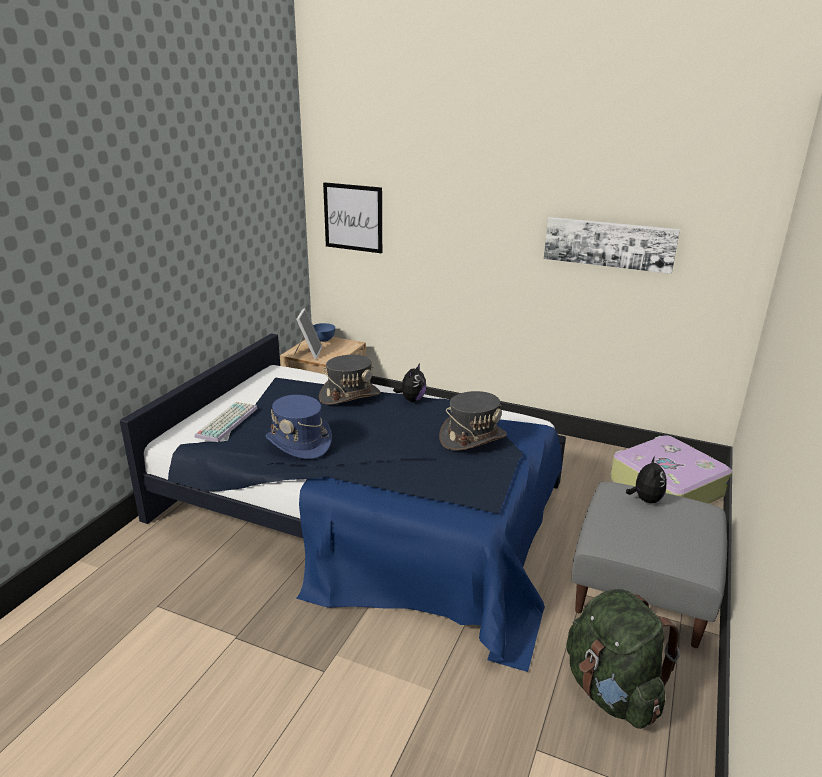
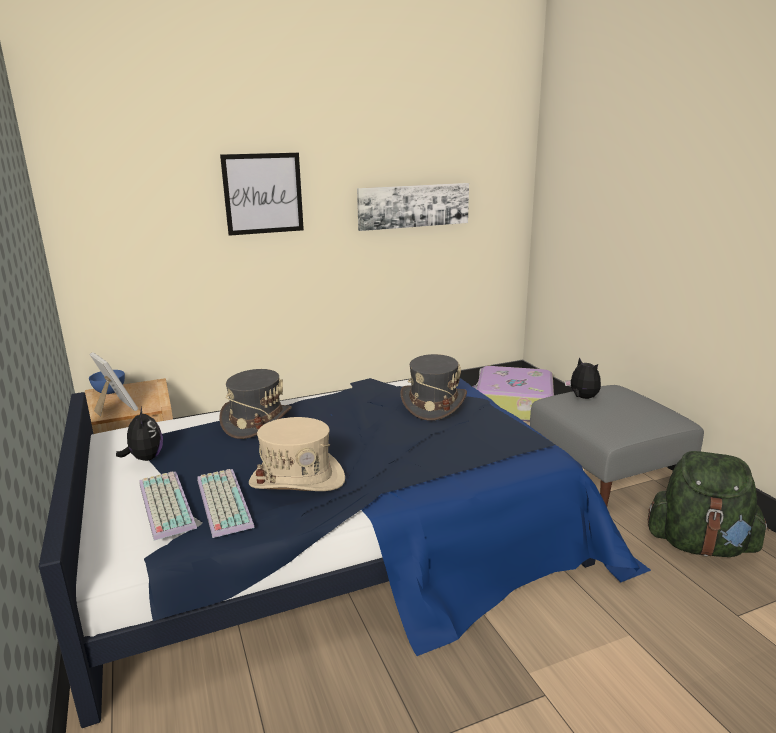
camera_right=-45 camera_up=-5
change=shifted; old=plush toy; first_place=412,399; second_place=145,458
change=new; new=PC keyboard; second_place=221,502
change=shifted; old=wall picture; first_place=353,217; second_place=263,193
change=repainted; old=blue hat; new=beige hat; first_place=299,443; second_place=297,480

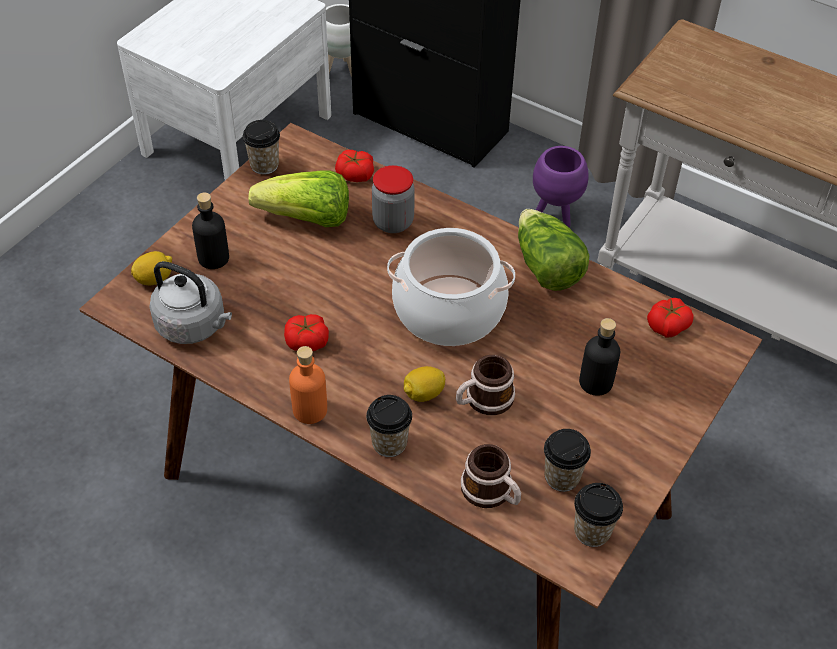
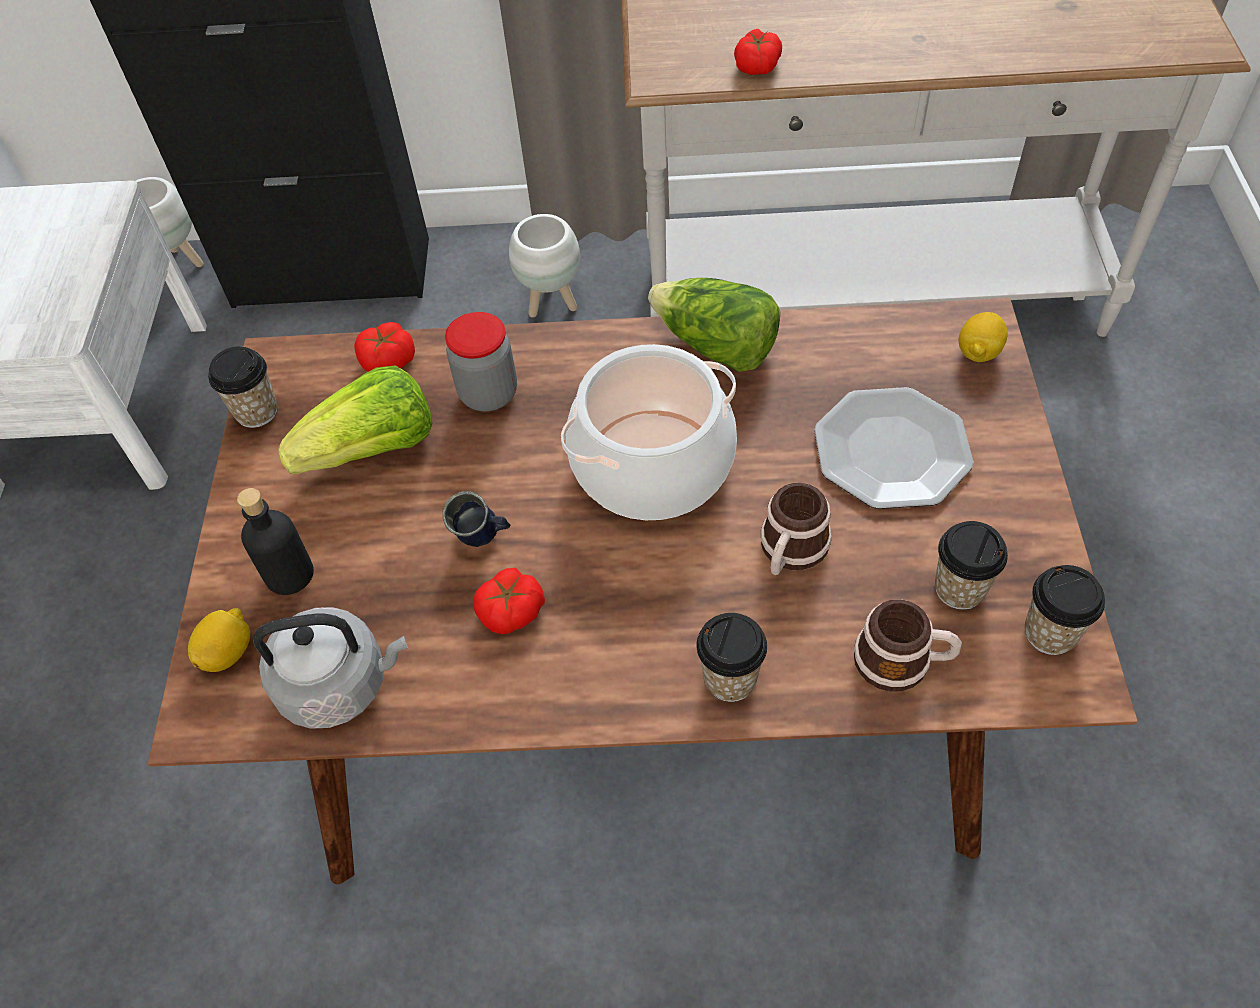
camera_right=-30 camera_up=5
change=new; new=blue mug; second_place=483,539
change=repainted; old=purple plant pot; new=white-coloured plant pot; first_place=554,215; second_place=551,304
change=shifted; old=fresh tomato; first_place=667,325; second_place=757,65
change=swapped; old=blackish beverage bottle; new=flat dish; first_place=596,382; second_place=892,450
change=shifted; old=whole lemon; first_place=423,394; second_place=978,352
change=gone; old=orange-coloured beverage bottle; first_place=310,410

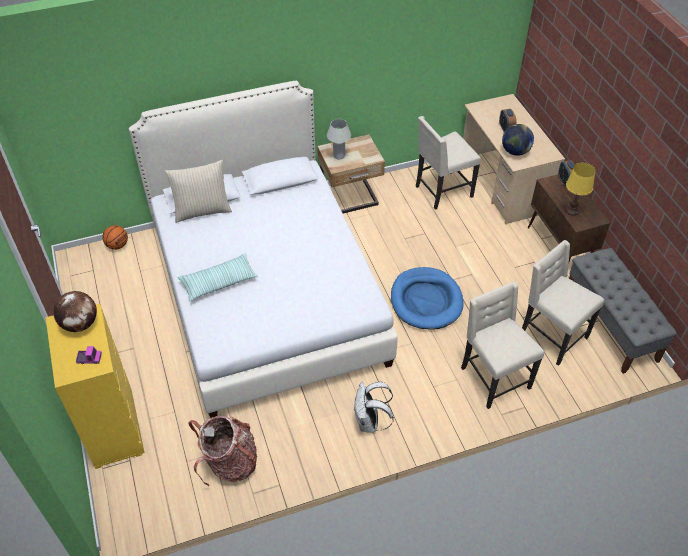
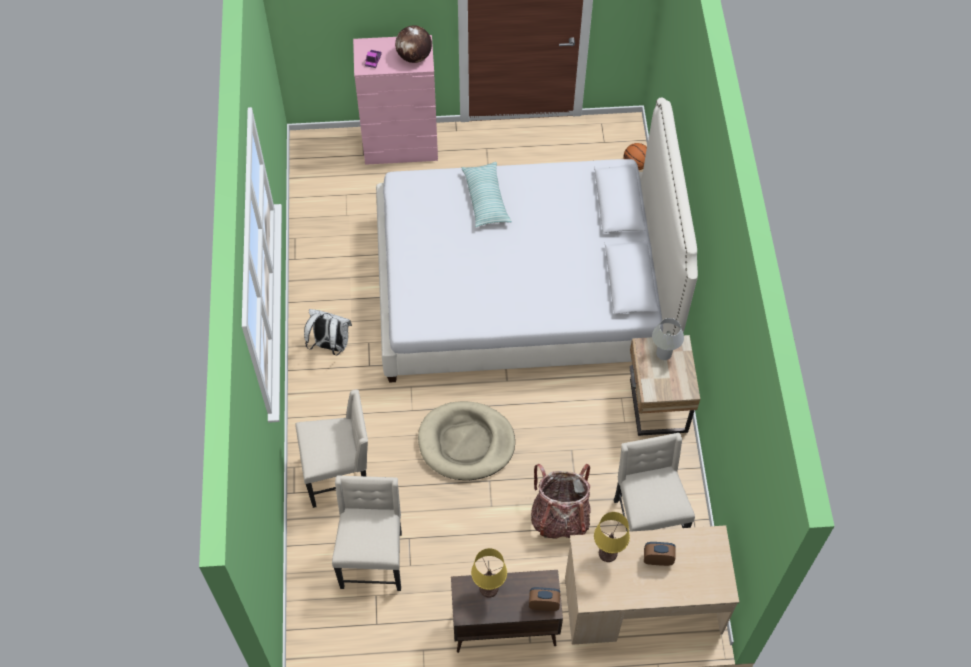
camera_right=105 camera_up=10
change=rotated; old=beige plain chair; first_place=551,336; second_place=373,559; degrees=-60
change=repainted; old=yellow-coloured chest of drawers; new=pinkish chest of drawers; first_place=114,427; second_place=401,146
change=repainted; old=blue dog cushion; new=beige dog cushion; first_place=426,300; second_place=466,443
change=shifted; old=rucksack; first_place=230,463; second_place=560,517
change=swapped; old=globe; new=yellow-coloured tabletop lamp; first_place=515,151; second_place=607,553
change=gone; old=beige cushion; first_place=202,210
change=gone; old=greyish long seat; first_place=610,325

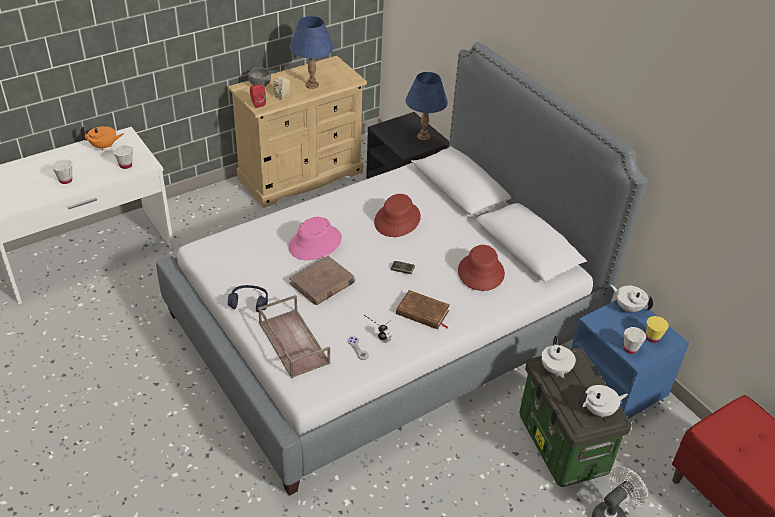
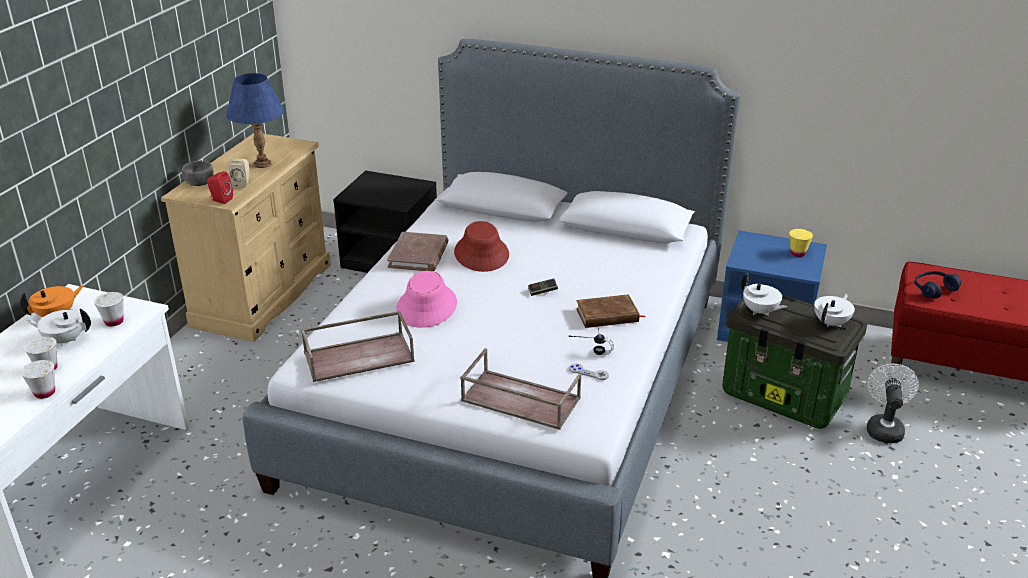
camera_right=-35 camera_up=-10
change=shifted; old=white-coloured cup; first_place=630,349; second_place=44,393
change=shifted; old=white-coloured pot for tea; first_place=628,307; second_place=65,340
change=new; new=brownish carrying tray; second_place=359,356
change=shifted; old=brownish book; first_place=322,283; second_place=418,255
change=shifted; old=blue headphones; first_place=249,302; second_place=934,289
change=gone; old=blue tabletop lamp; first_place=424,136
change=gone; old=reddish hat; first_place=480,272

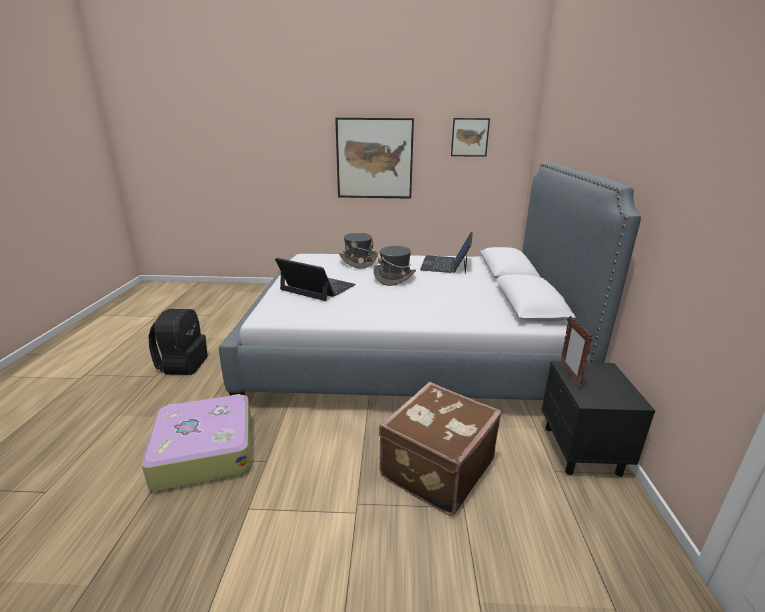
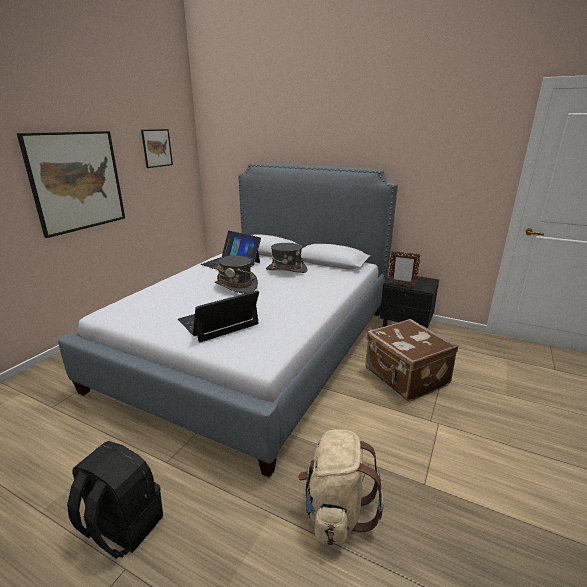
camera_right=-65 camera_up=0
change=shifted; old=greyish hat; first_place=358,261; second_place=286,269
change=swapped; old=travel case; new=beige rucksack; first_place=204,451; second_place=335,511

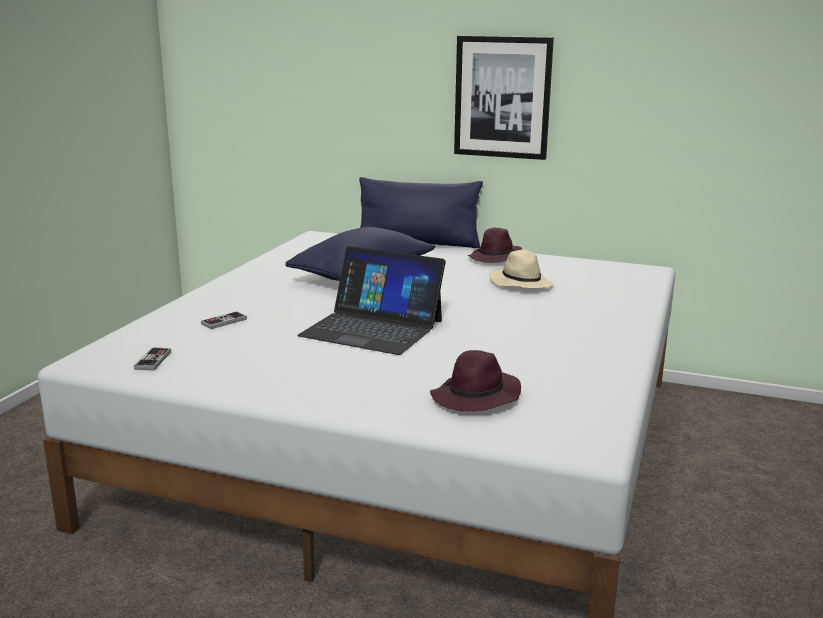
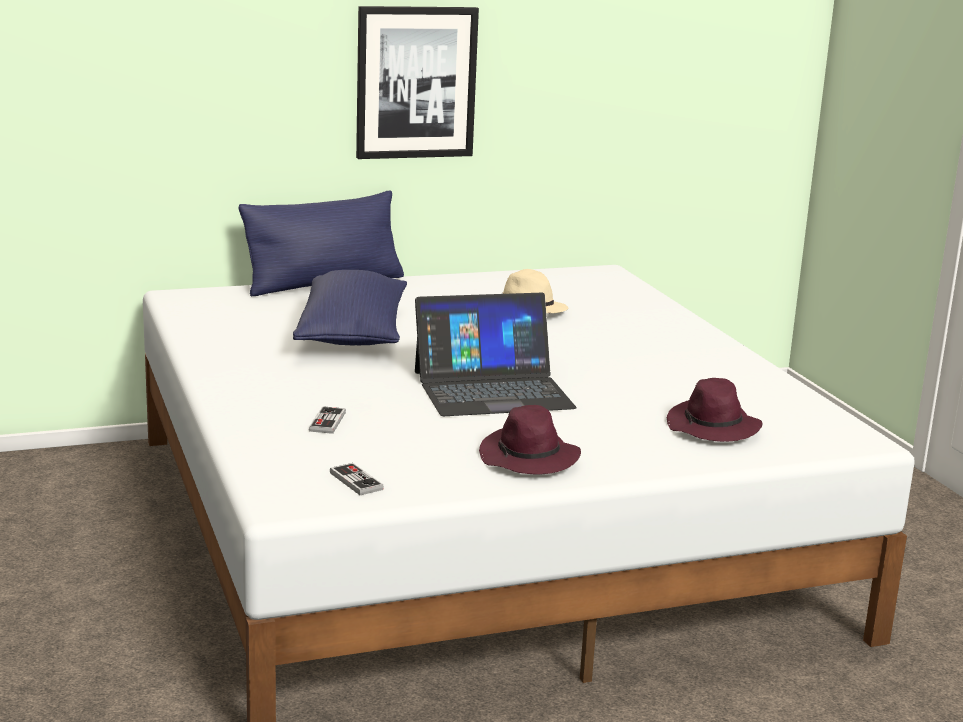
camera_right=-40 camera_up=0
change=shifted; old=purple hat; first_place=496,258; second_place=529,458

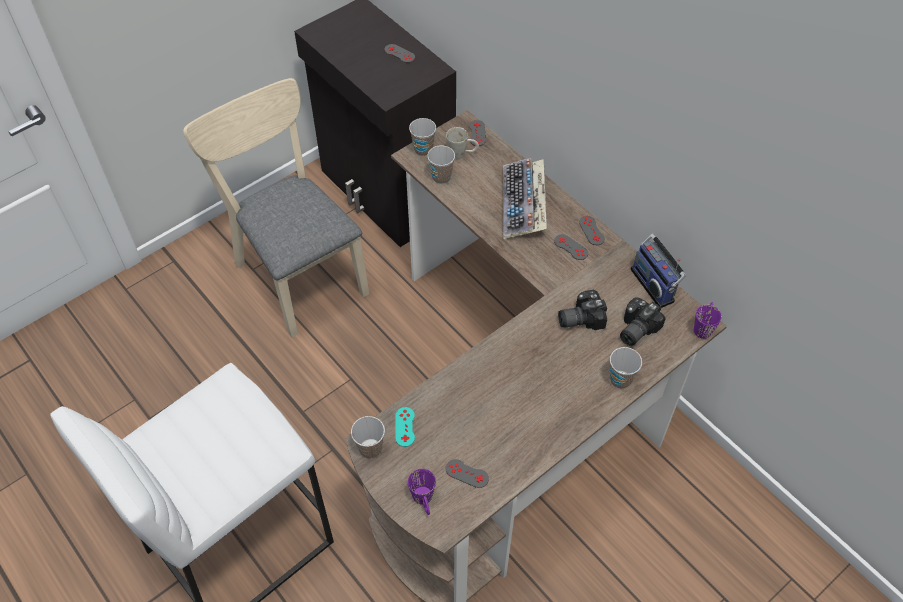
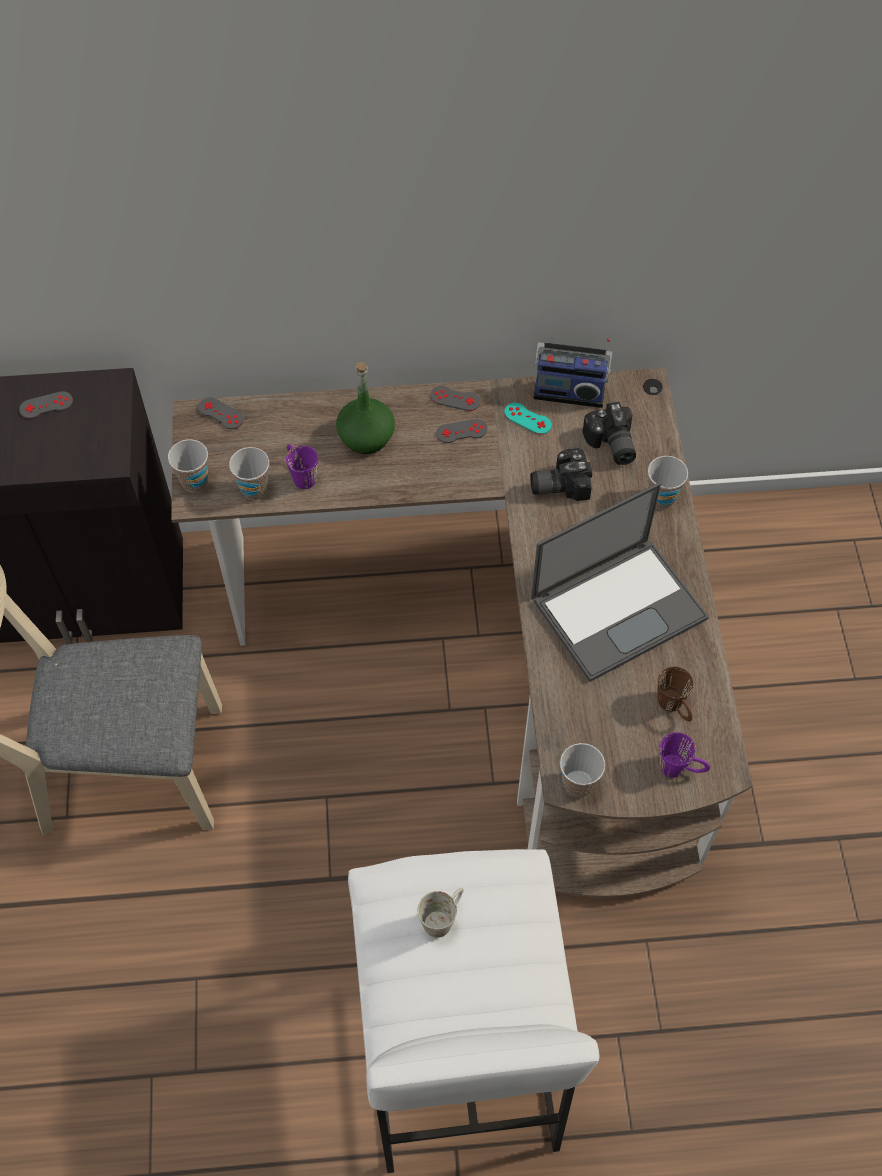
camera_right=-55 camera_up=5
change=shifted; old=purple mug; first_place=703,326; second_place=300,474
change=swapped; old=PC keyboard; new=greenish beverage bottle; first_place=523,205; second_place=366,436
change=shifted; old=white-coloured mug; first_place=462,153; second_place=443,916
change=shifted; old=blue-green gamepad; first_place=405,427; second_place=527,418
change=rotated; old=still camera; first_place=579,317; second_place=558,483; degrees=60
change=new; new=laptop; second_place=619,607
change=swapped; old=greyish gamepad; new=brownish mug; first_place=467,473; second_place=674,707

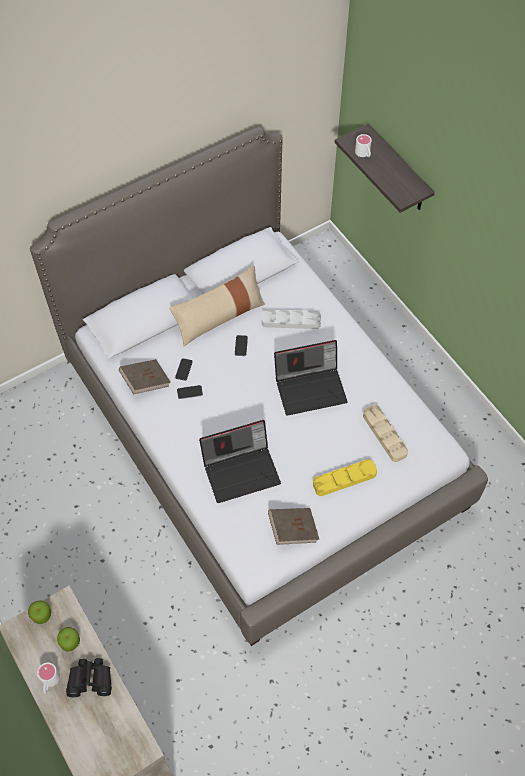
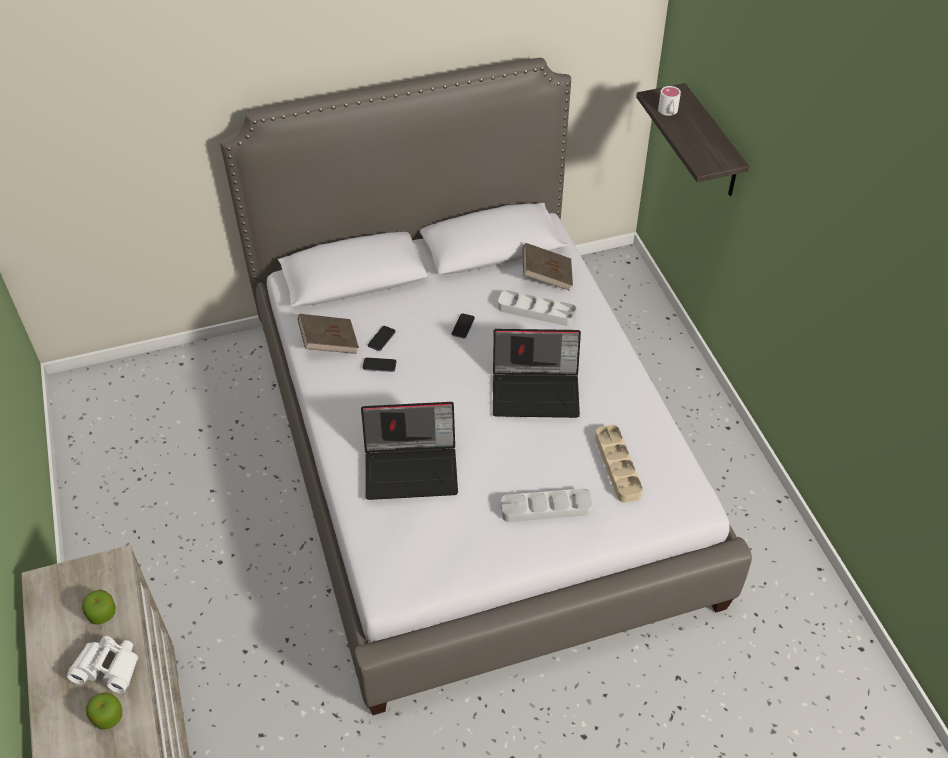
camera_right=15 camera_up=-10
change=repainted; old=blackish pair of binoculars; new=white-coloured pair of binoculars; first_place=90,680; second_place=108,668
change=shifted; old=apple; first_place=41,615; second_place=108,717
change=repainted; old=yellow-coloured carrying tray; new=greyish carrying tray; first_place=344,479; second_place=546,508
change=shifted; old=brownish book; first_place=293,530; second_place=546,276
change=gone; old=white-coloured mug; first_place=49,682
change=gone; old=beige cushion; first_place=219,317

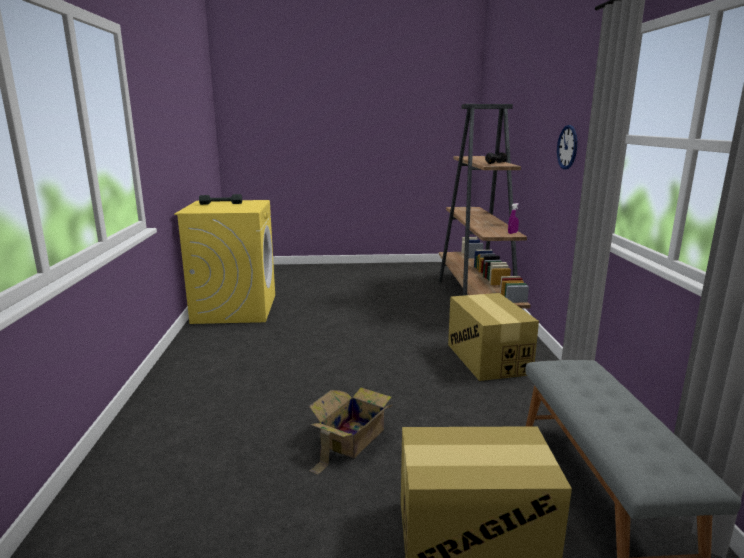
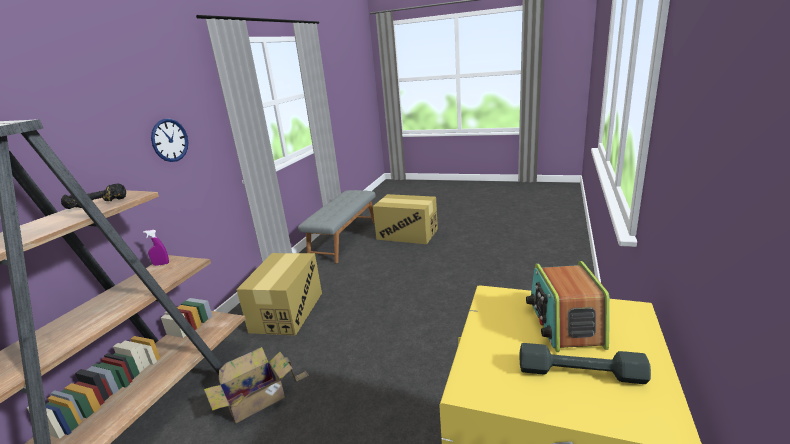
camera_right=-155 camera_up=5
change=shifted; old=carton; first_place=350,439; second_place=258,399
change=new; new=radio receiver; second_place=564,324

